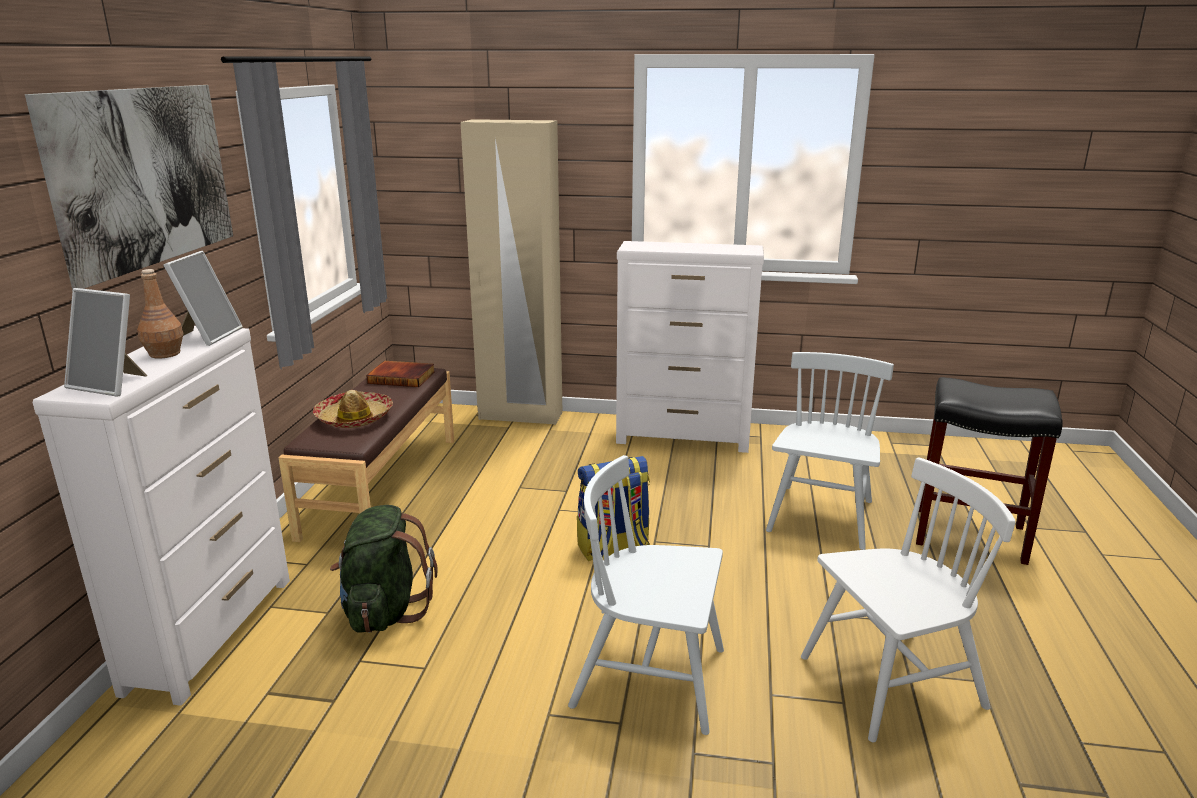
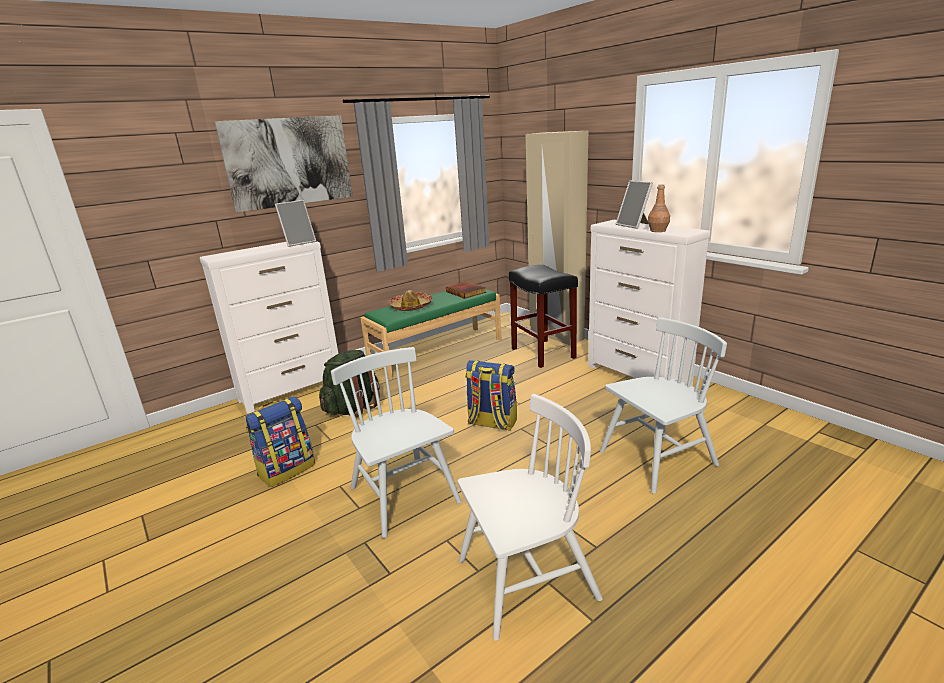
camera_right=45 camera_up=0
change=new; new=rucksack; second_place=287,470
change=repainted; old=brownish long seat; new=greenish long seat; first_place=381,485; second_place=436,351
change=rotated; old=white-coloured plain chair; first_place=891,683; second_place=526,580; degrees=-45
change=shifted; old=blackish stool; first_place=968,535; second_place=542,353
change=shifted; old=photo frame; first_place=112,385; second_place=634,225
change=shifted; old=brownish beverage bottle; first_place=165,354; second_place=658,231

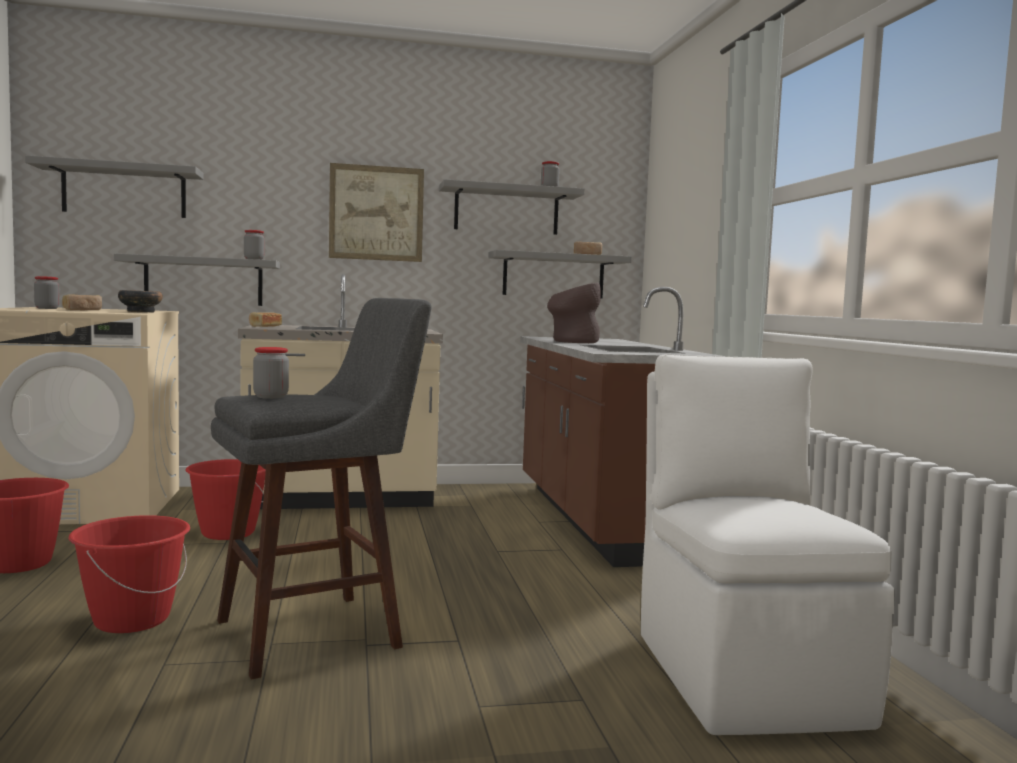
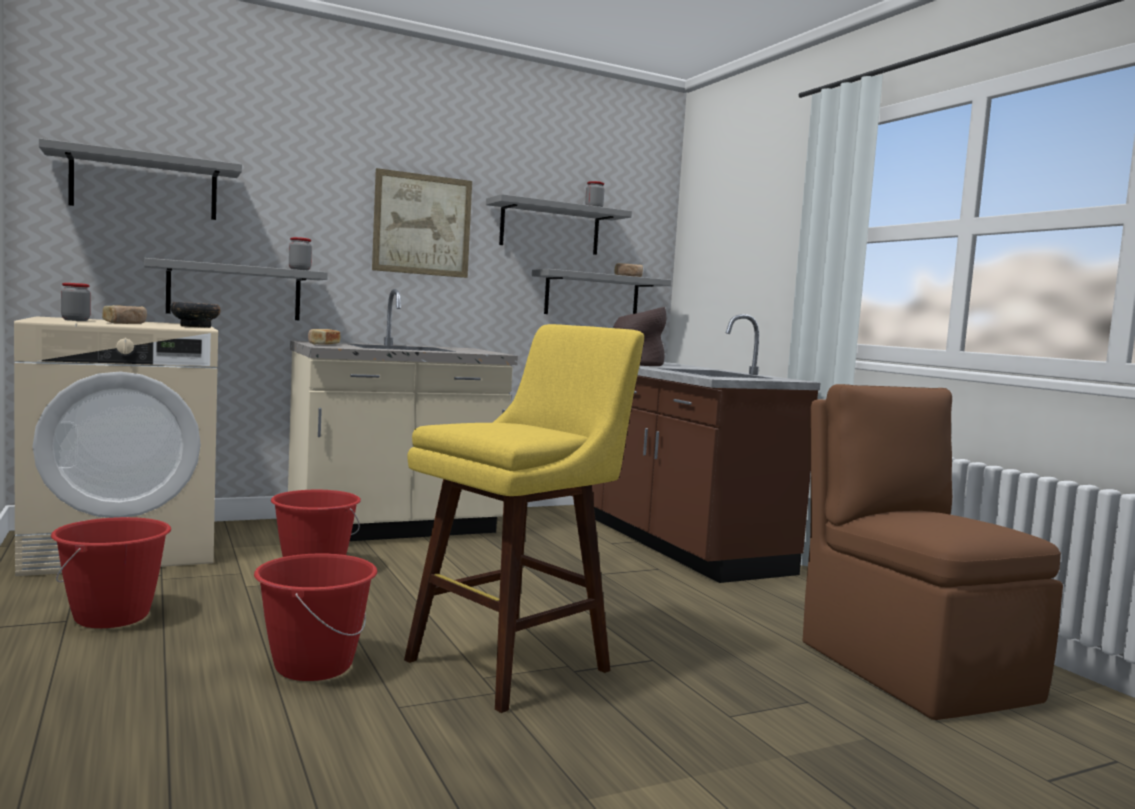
camera_right=-15 camera_up=0
change=repainted; old=greyish stool; new=yellow-coloured stool; first_place=318,631; second_place=515,662
change=repainted; old=white-coloured plain chair; new=brownish plain chair; first_place=745,674; second_place=912,668
change=gone; old=storage jar; first_place=271,397

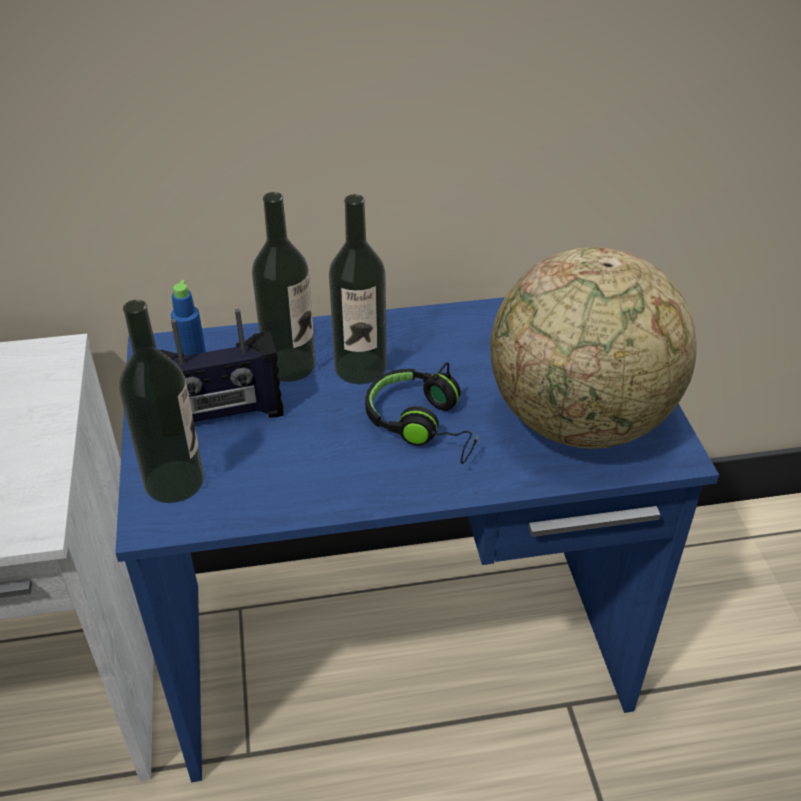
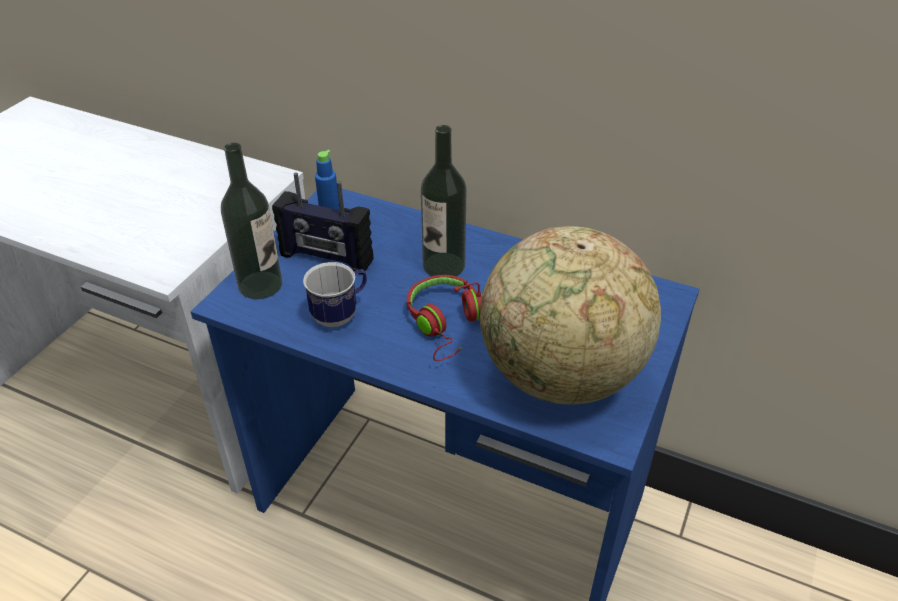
camera_right=35 camera_up=0
change=new; new=mug; second_place=340,314
change=repainted; old=blackish headphones; new=reddish headphones; first_place=424,425; second_place=446,324
change=gone; old=beverage bottle; first_place=289,365

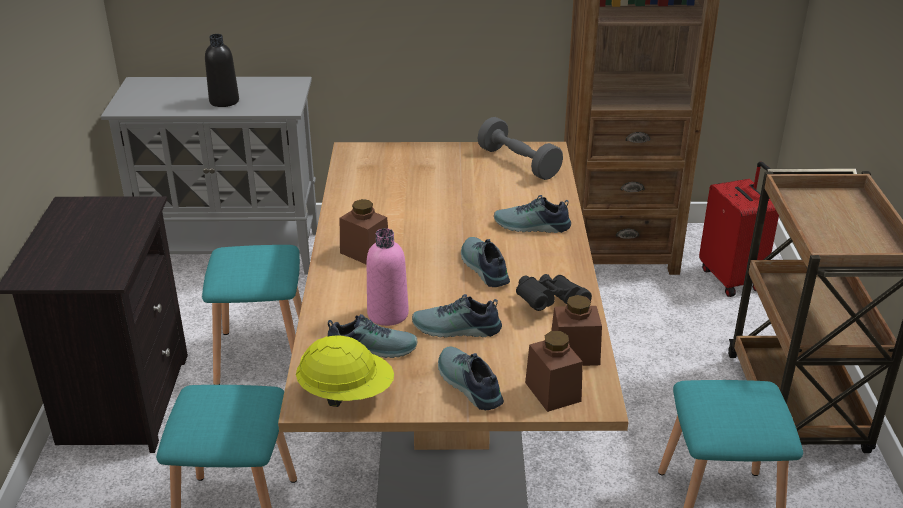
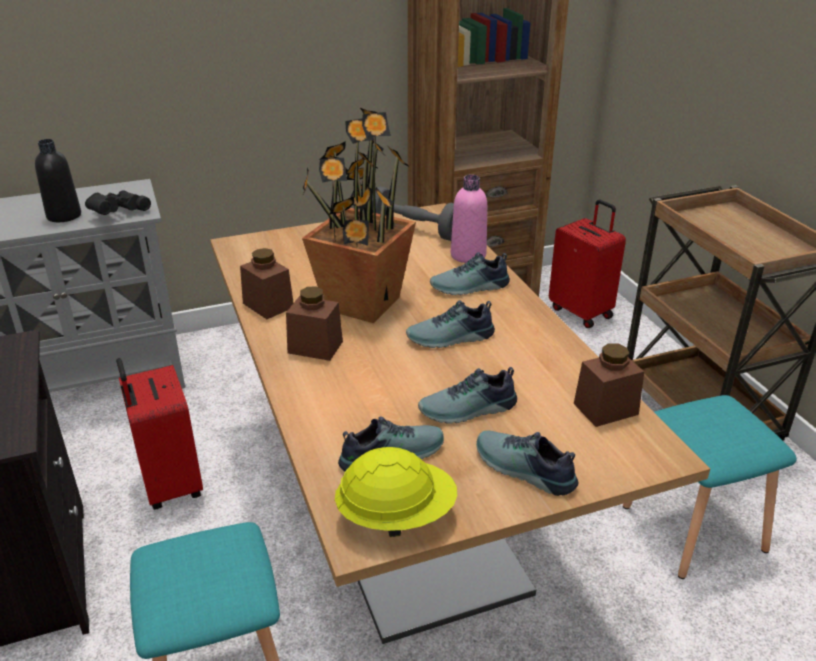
camera_right=-20 camera_up=0
change=shifted; old=blackish pair of binoculars; first_place=549,303; second_place=117,213
change=swapped; old=blue-green stool; new=reddish travel case; first_place=261,355; second_place=169,485
change=shifted; old=brownish storage jar; first_place=552,392; second_place=268,305
change=new; new=houseplant; second_place=361,303
change=rotated; old=shoe; first_place=483,268; second_place=451,338; degrees=-60
change=shifted; old=pinkish beverage bottle; first_place=388,314; second_place=468,255

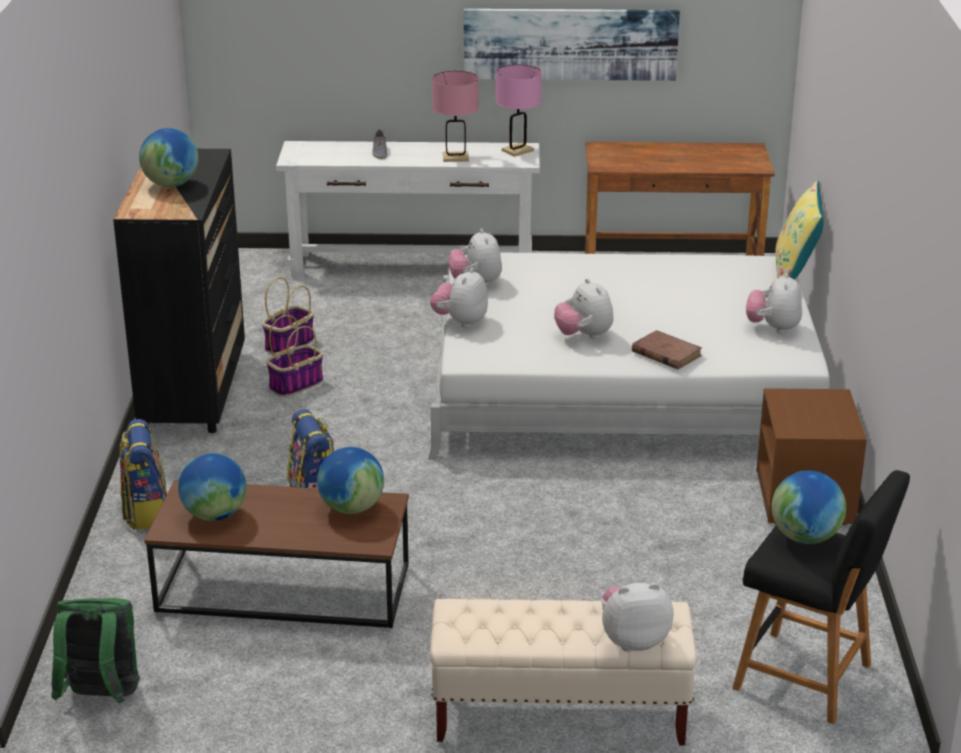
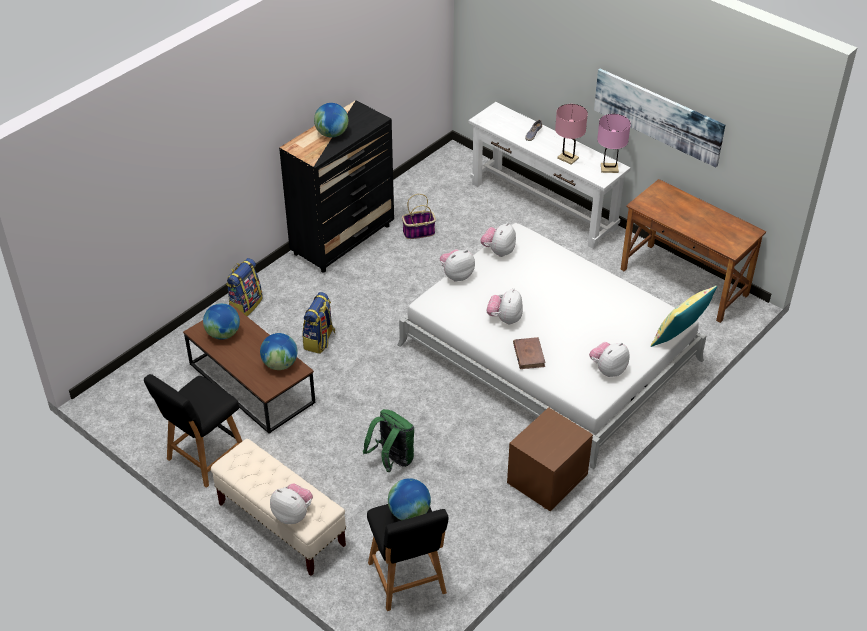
camera_right=40 camera_up=15
change=new; new=blackish stool; second_place=204,458
change=shifted; old=greenish rucksack; first_place=101,698; second_place=392,460
change=gone; old=basket; first_place=296,384

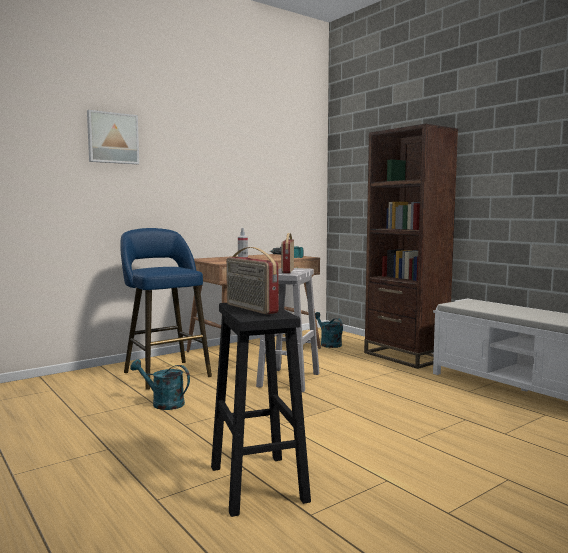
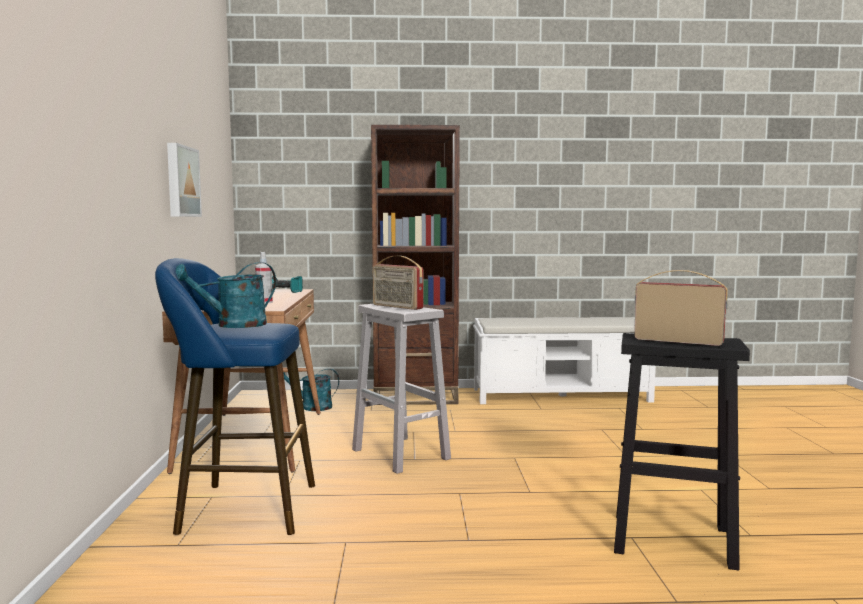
camera_right=-55 camera_up=0
change=shifted; old=wall picture; first_place=112,138; second_place=181,181
change=shifted; old=blue-green sprinkling can; first_place=163,403; second_place=233,325
change=rotated; old=radio receiver; first_place=250,309; second_place=678,341; degrees=-150

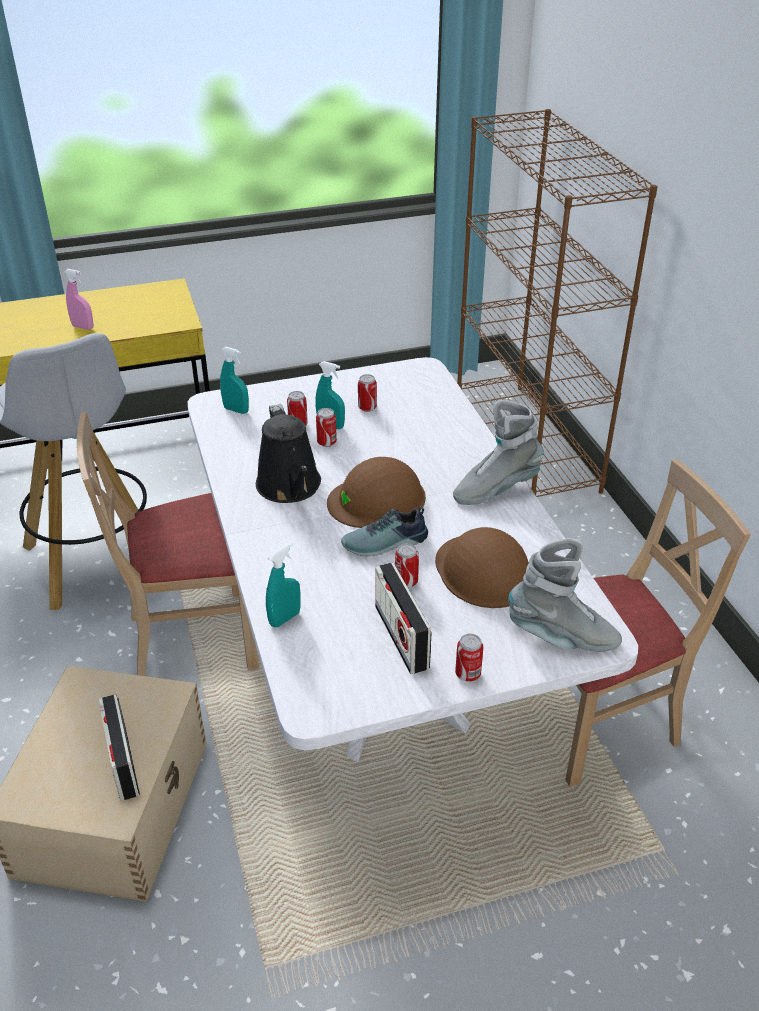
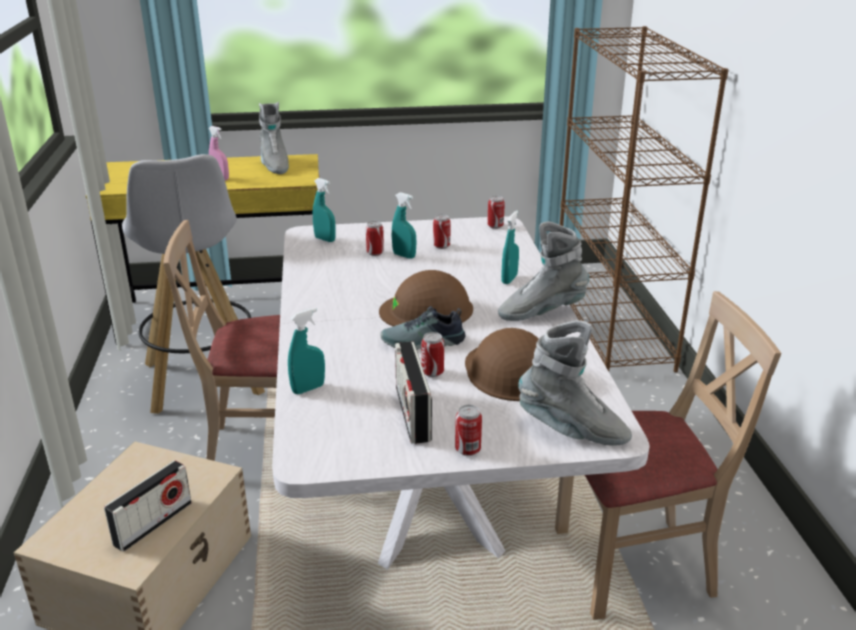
camera_right=10 camera_up=-10
change=rotated; old=radio receiver; first_place=122,762; second_place=153,523; degrees=-135
change=new; new=greyish tall boot; second_place=274,165
change=shifted; old=sealed can; first_place=326,442; second_place=495,226
change=new; new=blue-green spray bottle; second_place=509,279
change=gone; old=blackish sprinkling can; first_place=290,487

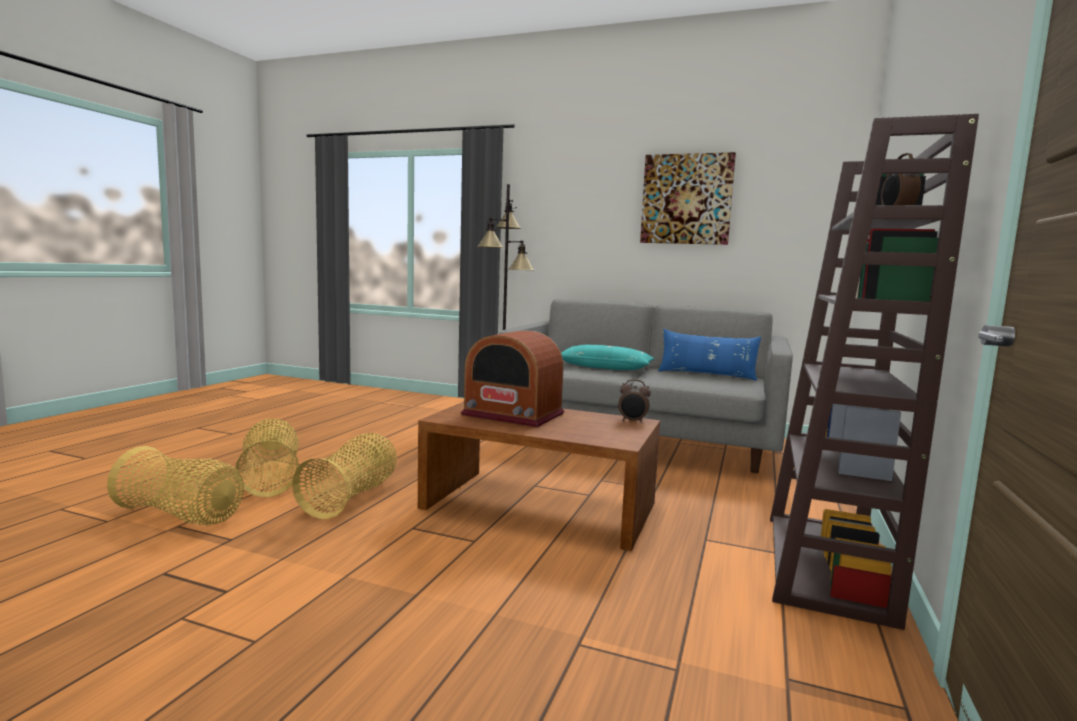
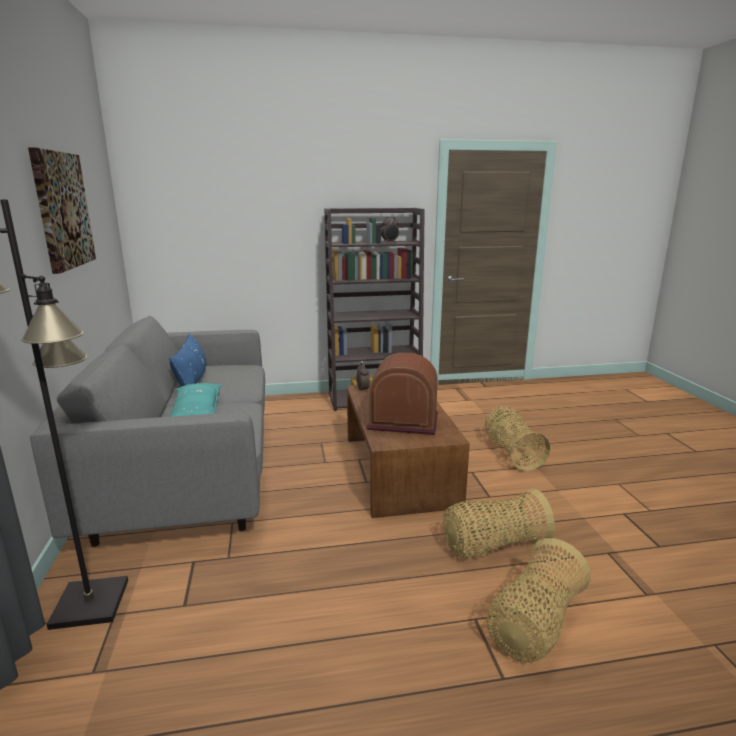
camera_right=-120 camera_up=10
change=rotated; old=radio receiver; first_place=513,414; second_place=403,421; degrees=-75
change=shifted; old=basket; first_place=181,516; second_place=512,452

